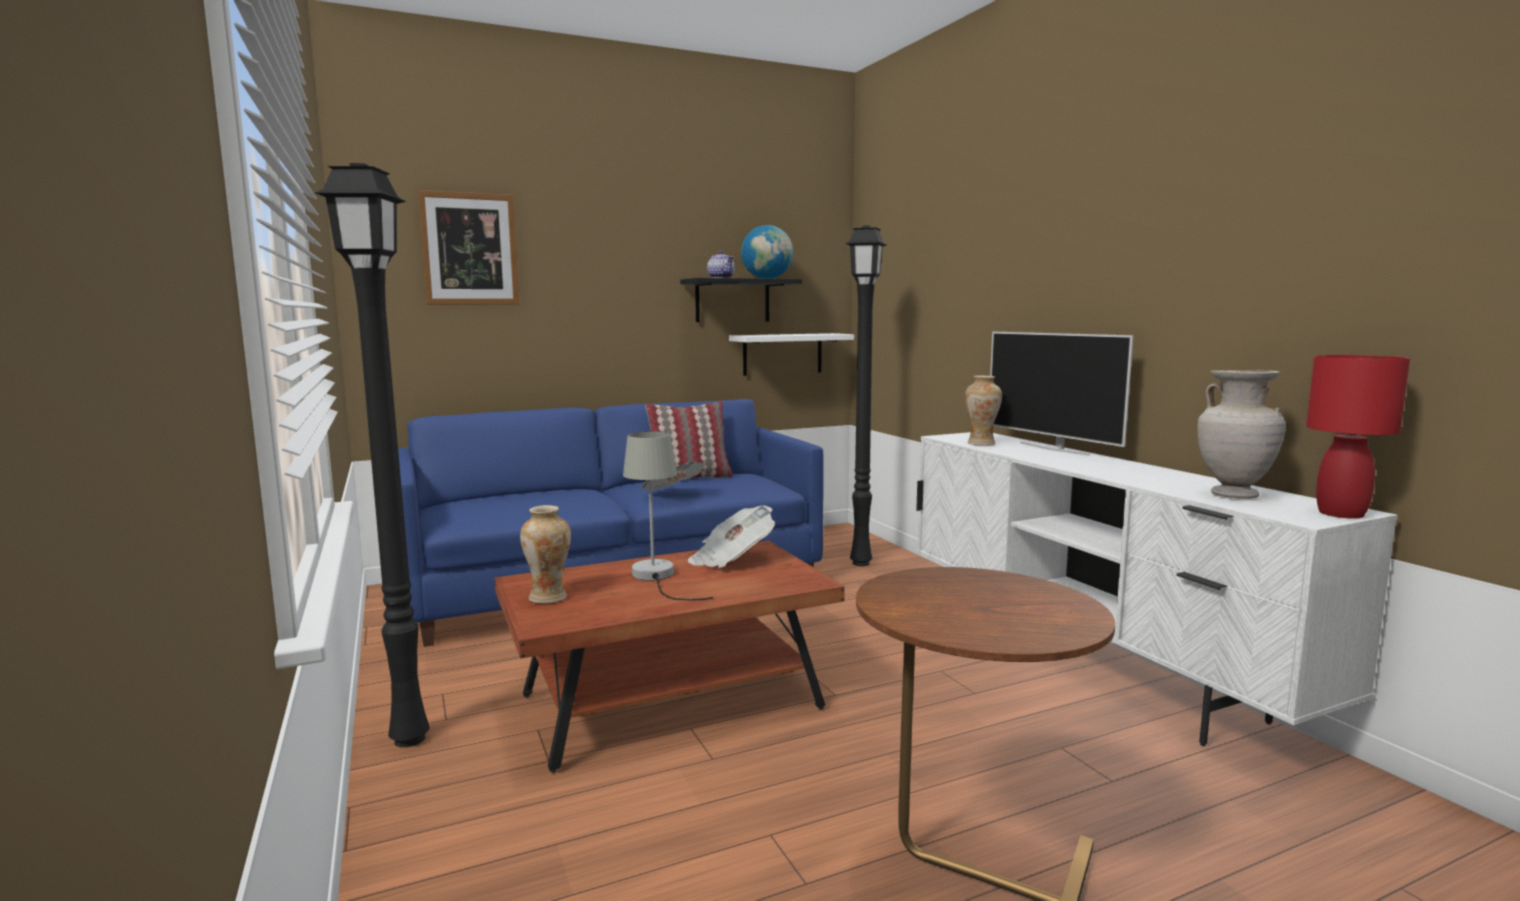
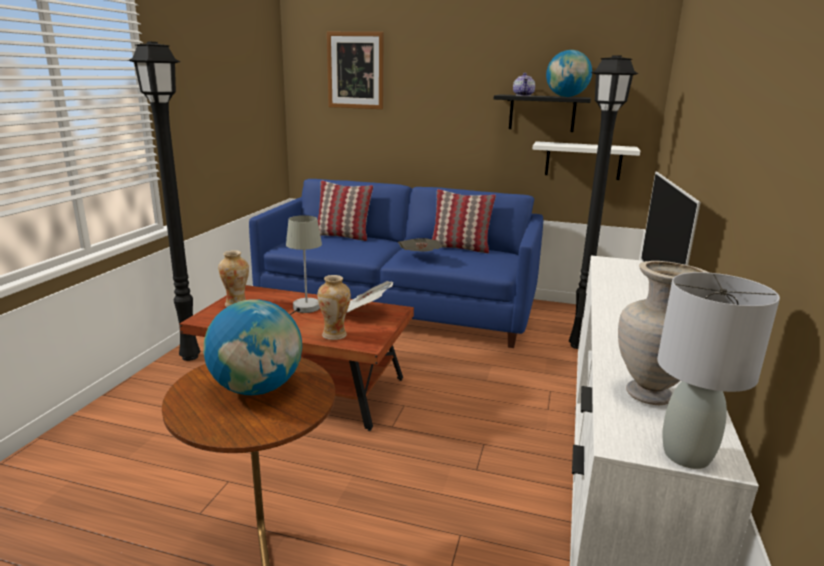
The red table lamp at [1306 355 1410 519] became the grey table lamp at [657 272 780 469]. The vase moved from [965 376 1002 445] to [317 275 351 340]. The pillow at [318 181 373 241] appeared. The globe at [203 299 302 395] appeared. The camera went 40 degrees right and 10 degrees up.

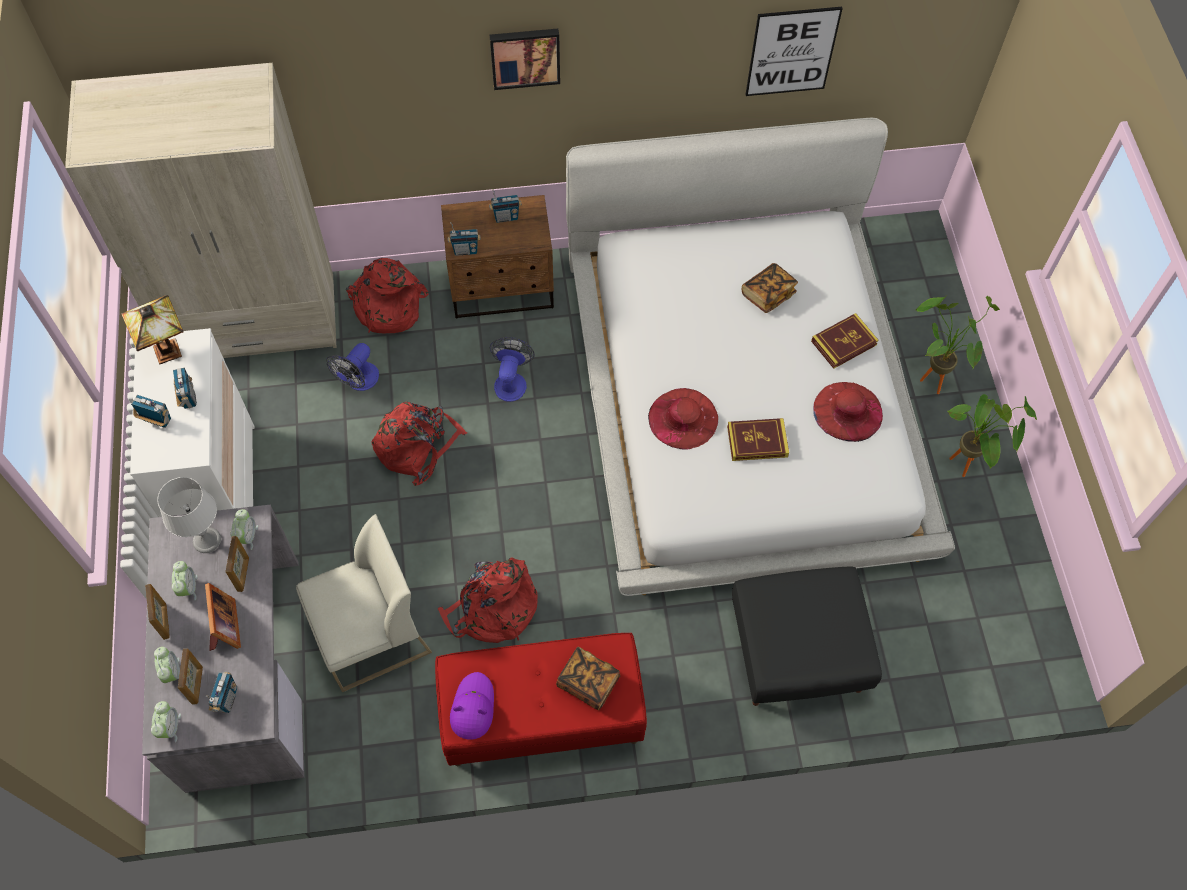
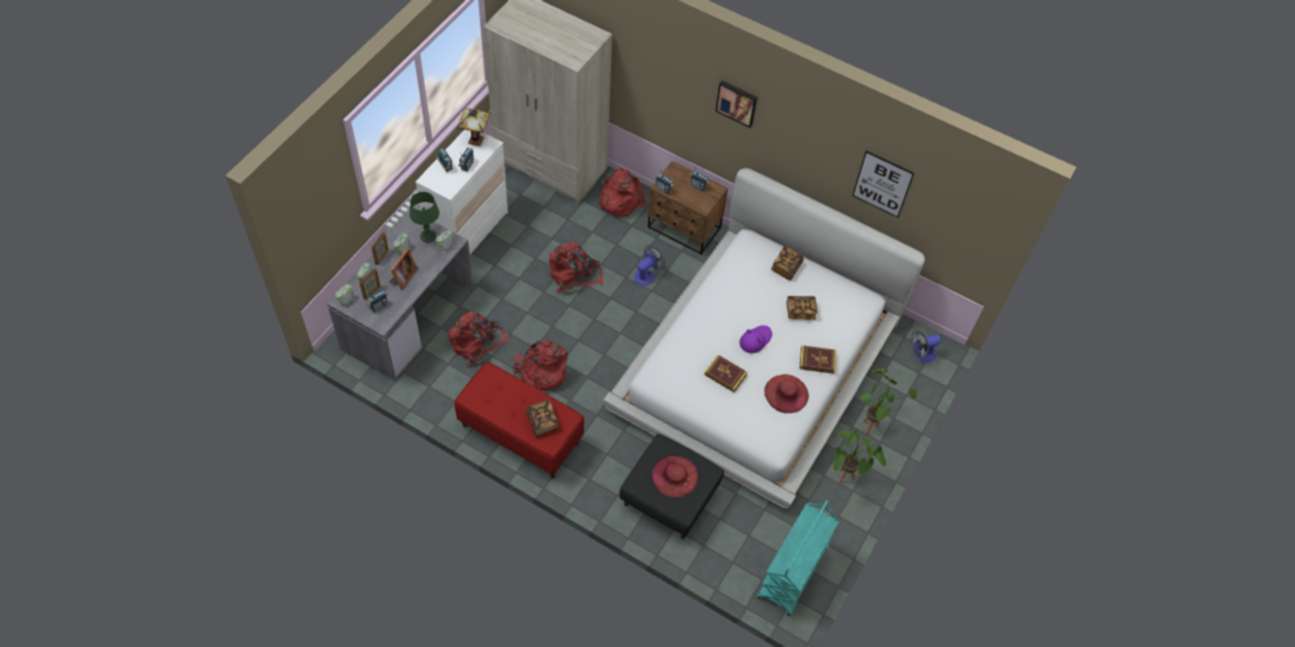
The fan moved from [326 343 379 391] to [911 331 941 363]. The red hat moved from [648 388 718 450] to [652 456 698 498]. The grey table lamp at [157 477 221 553] became the green table lamp at [409 192 439 243]. The white chair at [296 514 432 692] was replaced by the red backpack at [448 311 509 365]. The picture frame at [225 536 249 592] disappeared. The purple hat moved from [450 672 494 740] to [739 325 772 353]. The book at [771 247 804 280] appeared. The turquoise cart at [757 500 839 616] appeared. The camera went 35 degrees right and 5 degrees down.

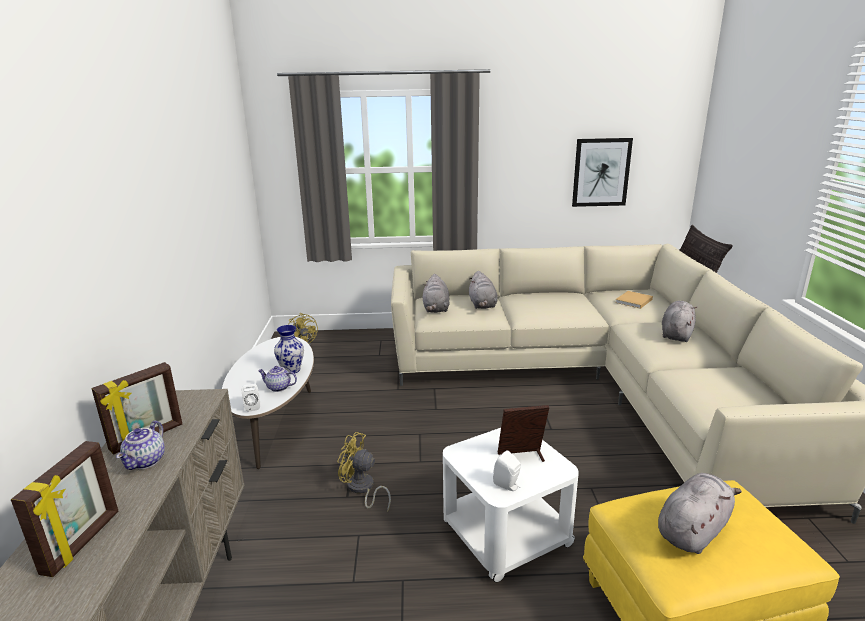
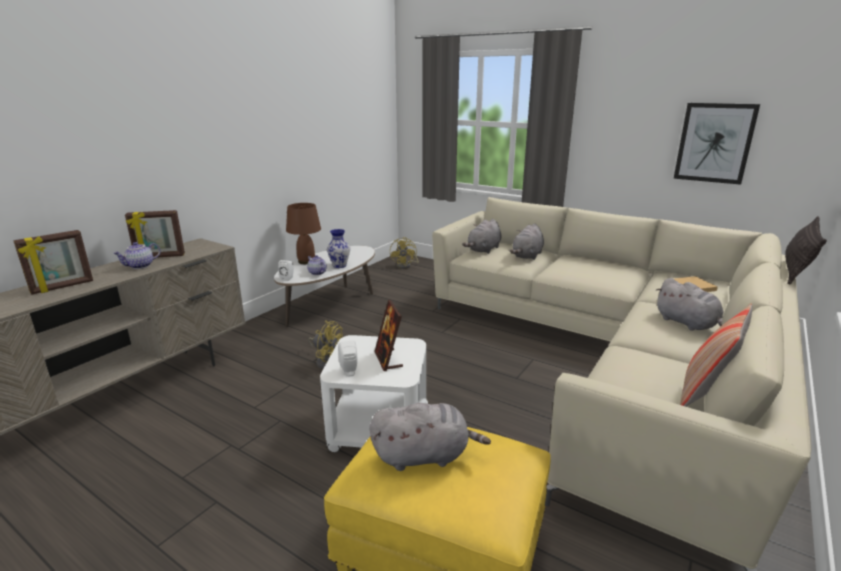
The grey plush toy at [662 301 697 342] turned 90 degrees clockwise. The picture frame at [498 405 549 462] turned 135 degrees counterclockwise. The yellow fan at [337 432 391 512] turned 150 degrees clockwise. The brown table lamp at [286 203 321 264] appeared. The pillow at [680 303 753 407] appeared. The camera went 35 degrees right and 0 degrees up.

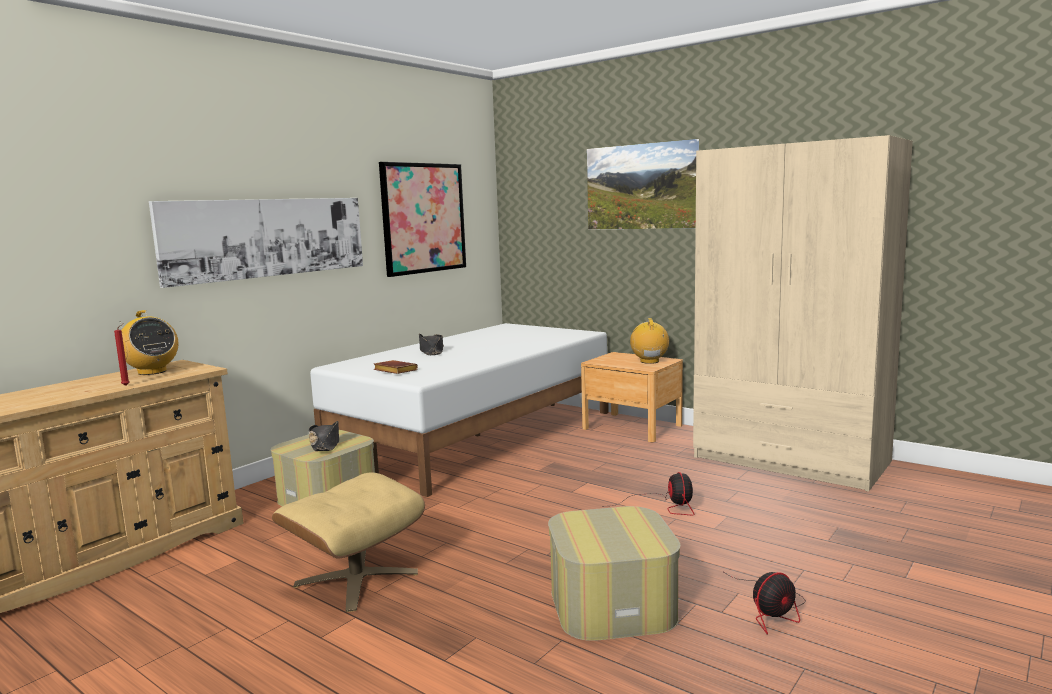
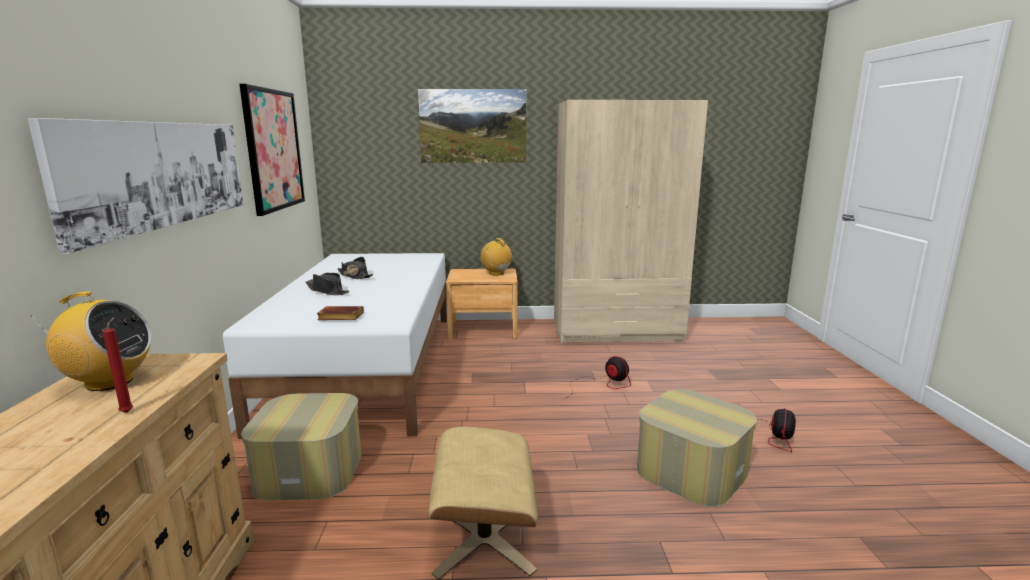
The black hat moved from [309 421 339 451] to [338 257 373 279]. The camera went 40 degrees left and 5 degrees up.

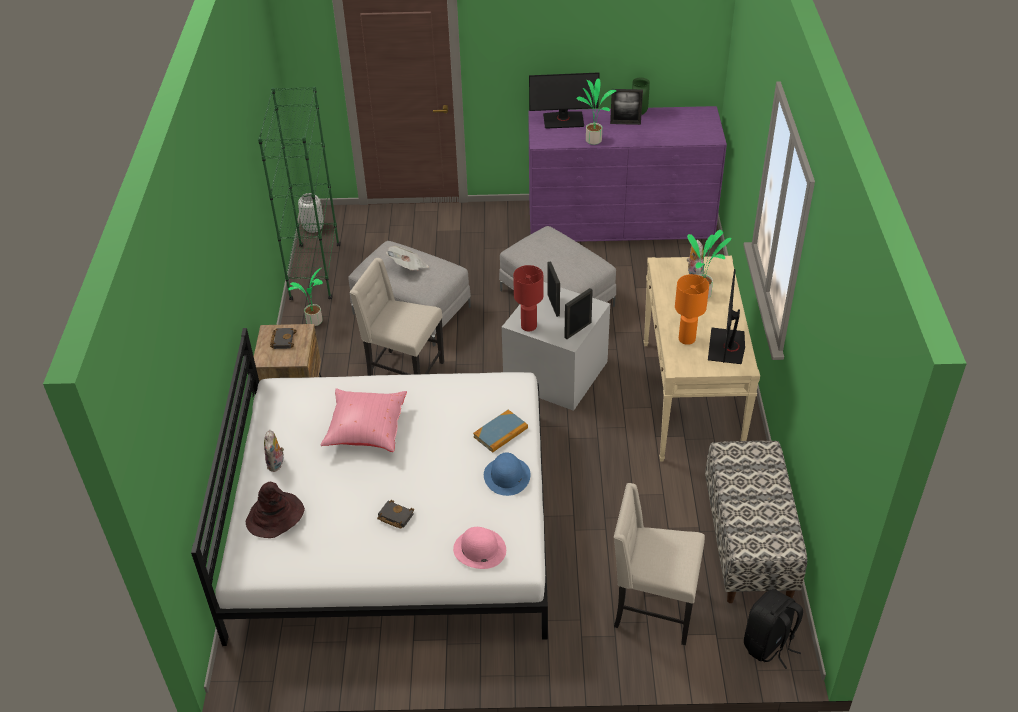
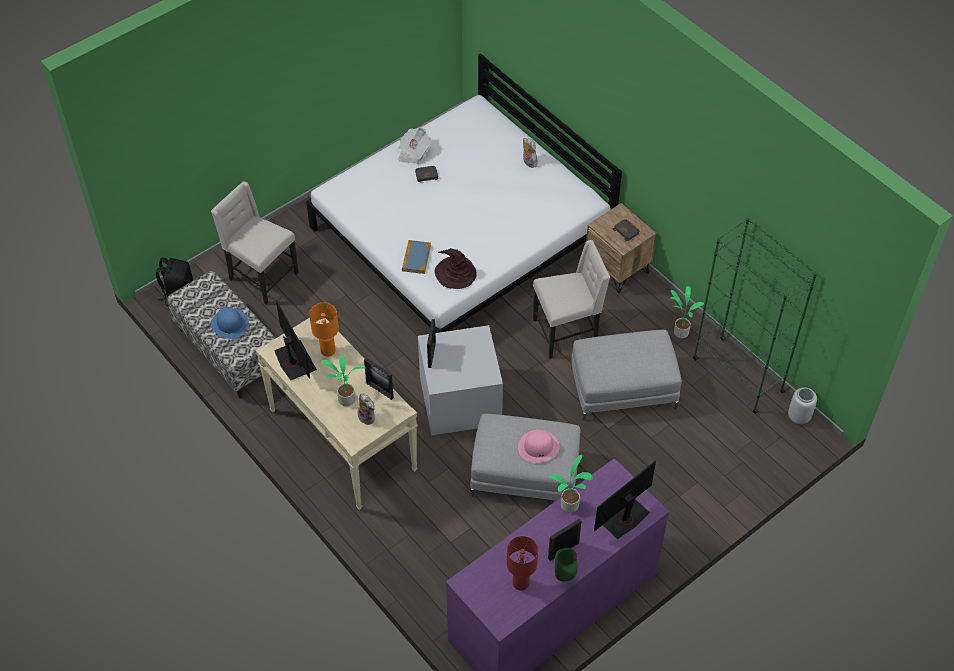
The newspaper moved from [386 246 429 270] to [398 127 431 164]. The picture frame moved from [548 261 560 317] to [364 358 394 400]. The red table lamp moved from [513 265 543 331] to [507 536 538 591]. The pink pillow at [320 388 407 452] disappeared. The blue hat moved from [484 452 531 496] to [211 307 249 339]. The brown hat moved from [246 482 305 538] to [435 248 477 289]. The beige chair at [614 483 705 645] turned 120 degrees counterclockwise. The pink hat moved from [453 527 506 569] to [518 430 560 463]. The camera went 140 degrees right and 10 degrees up.

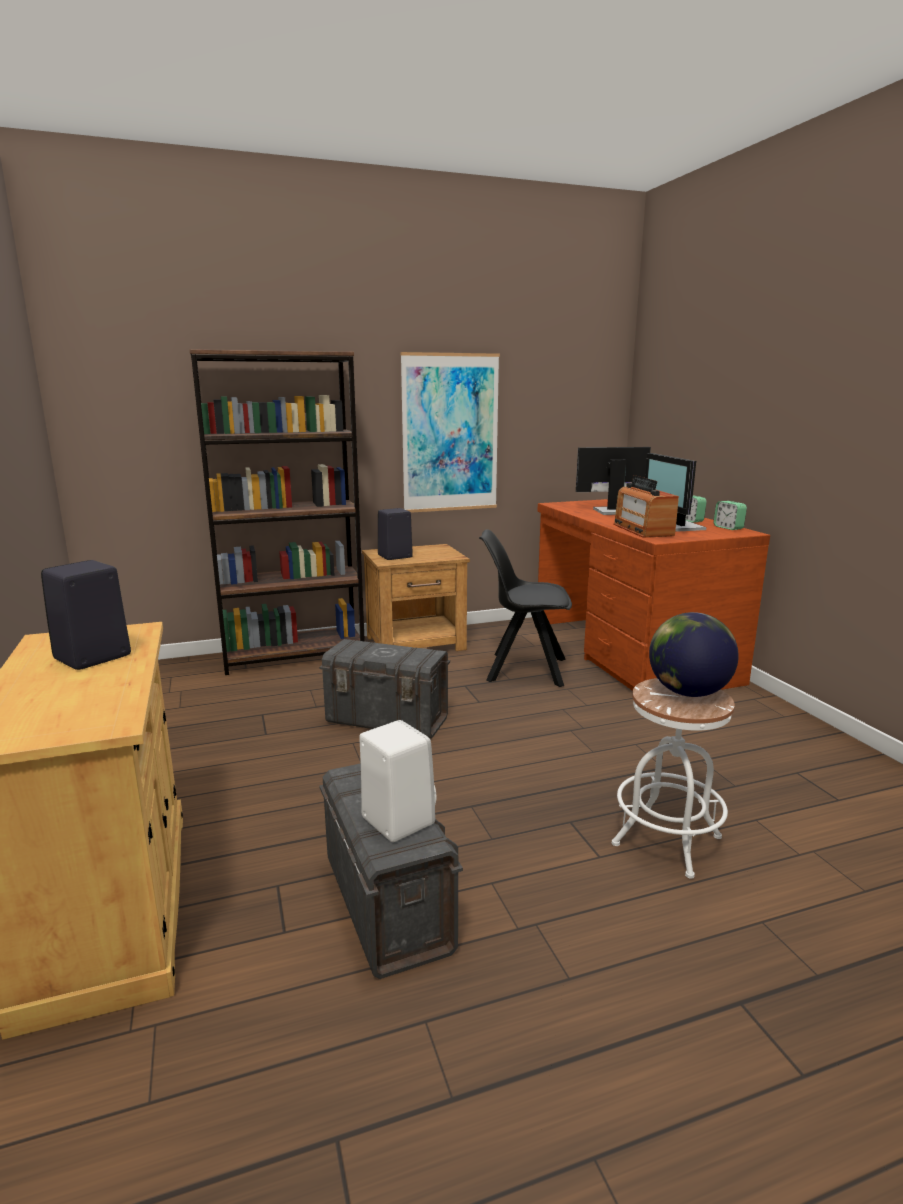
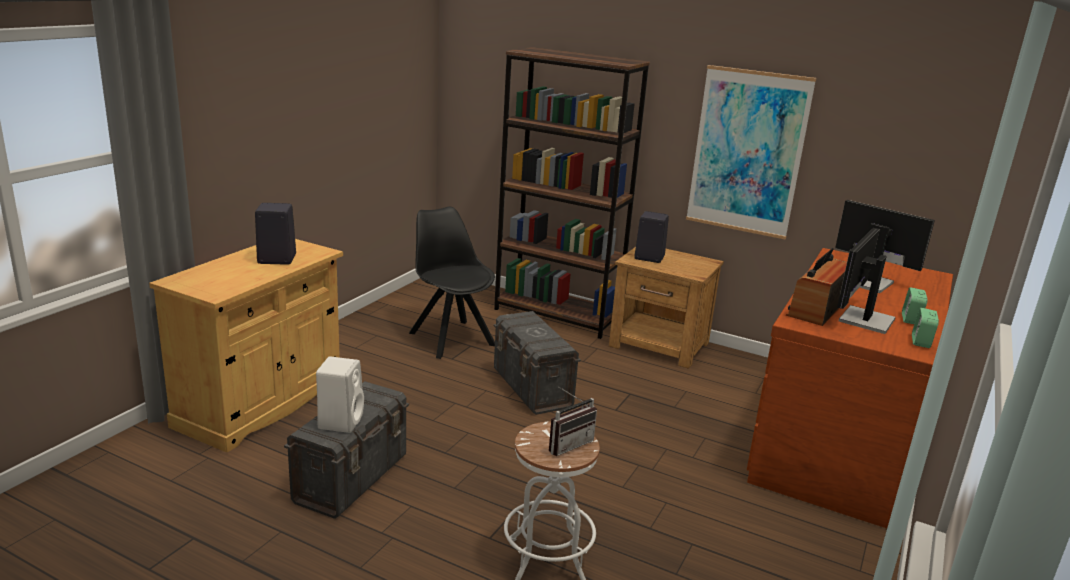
The black chair moved from [479 529 572 687] to [409 207 495 359]. The globe at [649 612 739 697] was replaced by the radio at [549 387 597 456]. The camera went 45 degrees right and 5 degrees up.

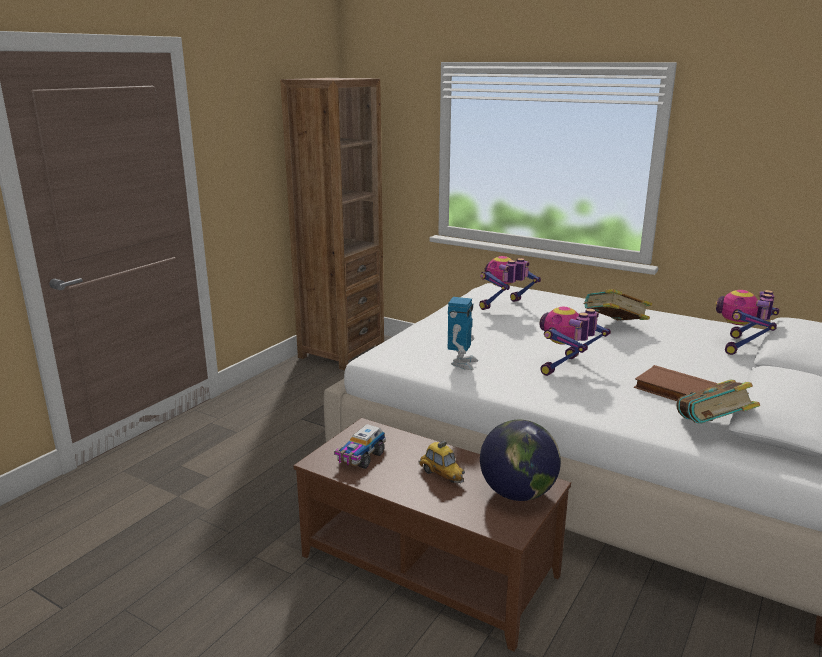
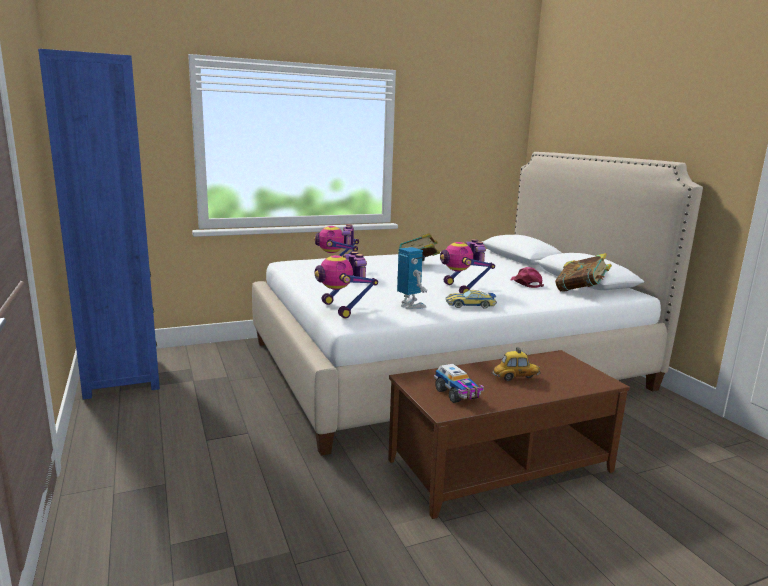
The brown bookcase at [280 78 384 370] became the blue bookcase at [38 49 160 399]. The toy robot moved from [715 290 779 355] to [314 251 378 319]. The brown book at [634 365 718 401] was replaced by the pink cap at [510 267 544 288]. The globe at [480 420 561 501] disappeared. The toy car at [446 290 497 309] appeared. The camera went 55 degrees left and 5 degrees down.

